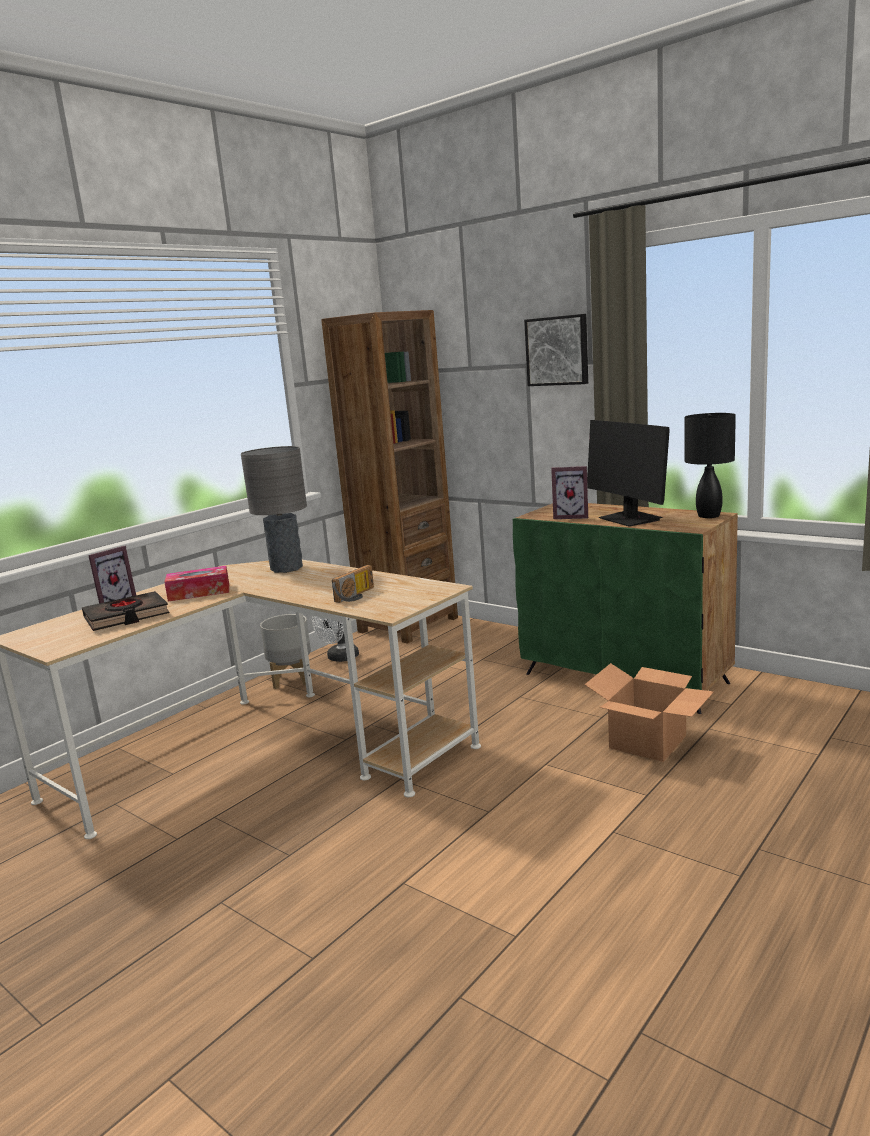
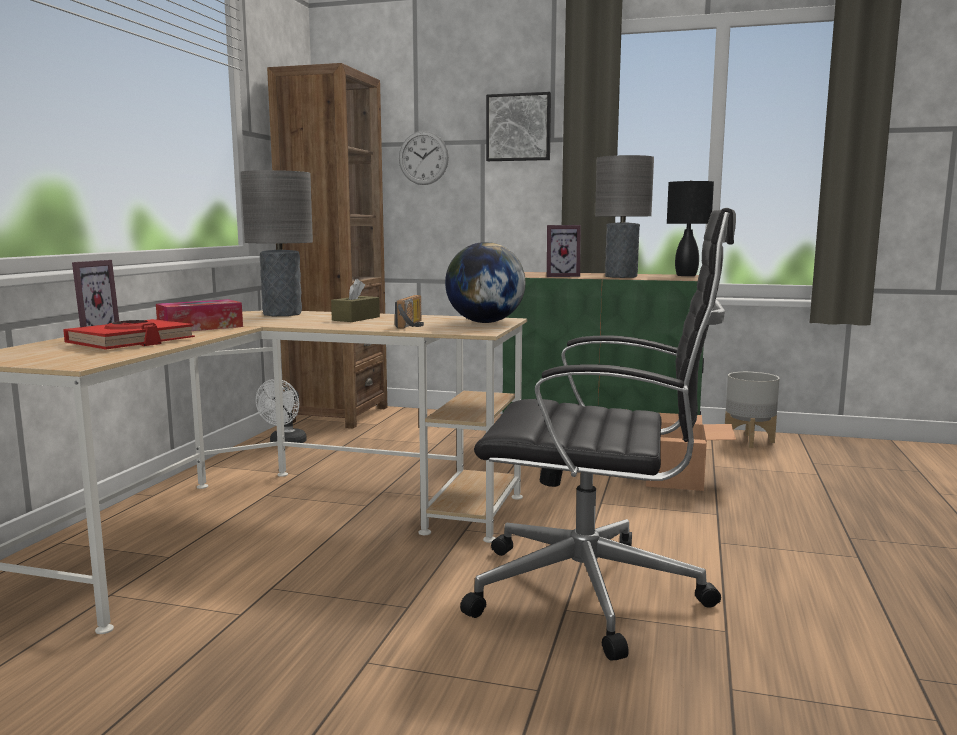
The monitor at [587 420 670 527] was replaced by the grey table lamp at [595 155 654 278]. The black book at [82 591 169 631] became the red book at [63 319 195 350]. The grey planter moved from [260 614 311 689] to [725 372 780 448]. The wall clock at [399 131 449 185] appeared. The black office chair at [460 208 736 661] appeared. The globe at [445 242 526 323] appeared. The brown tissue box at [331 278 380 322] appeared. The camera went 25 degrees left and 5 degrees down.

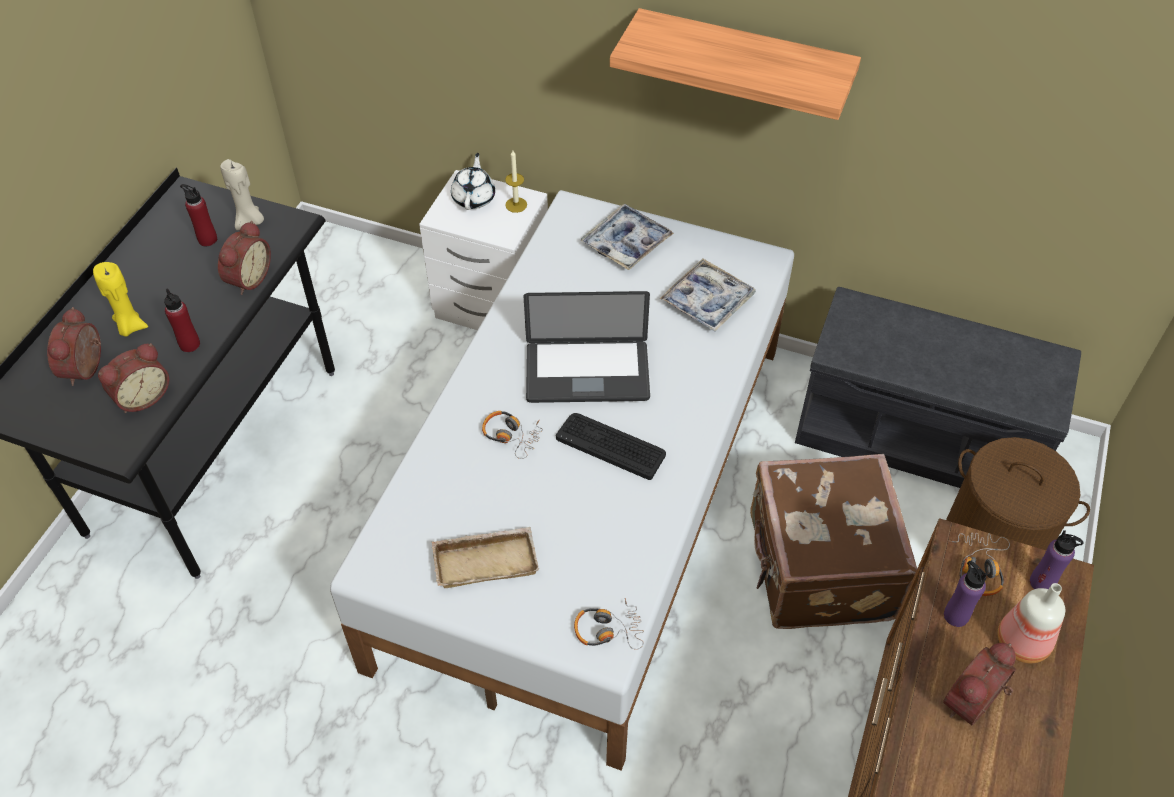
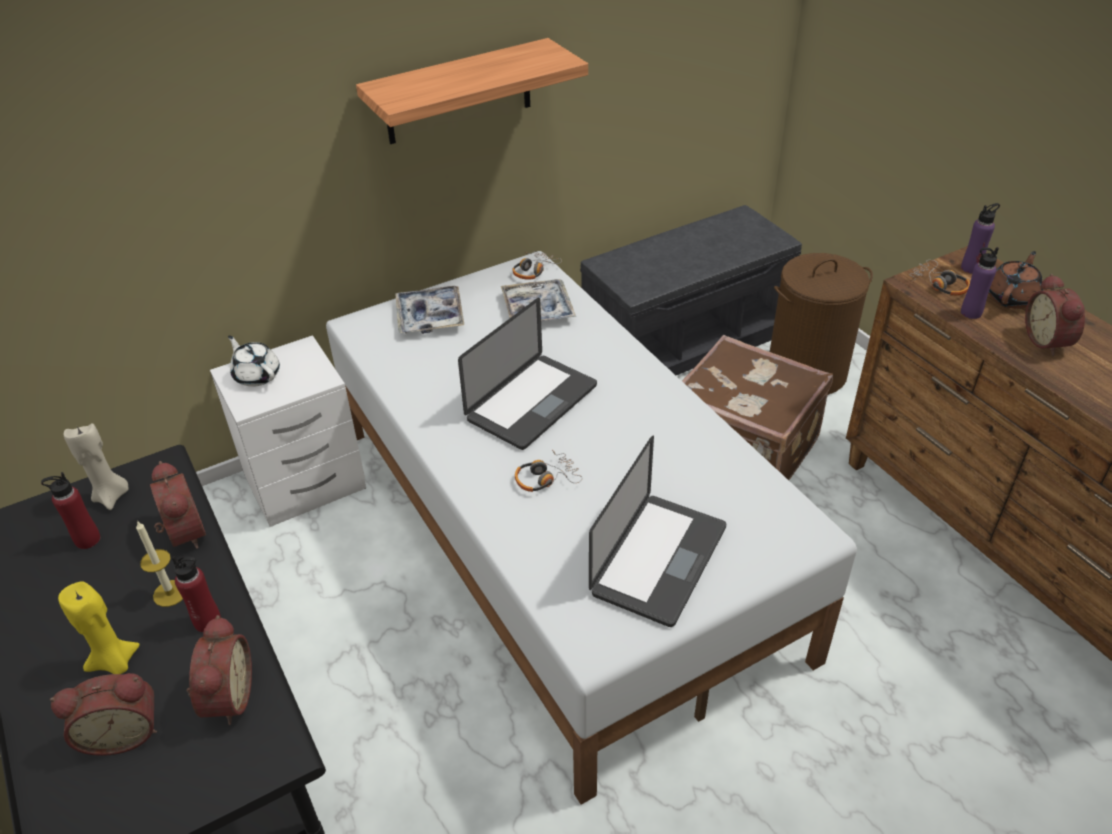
The candle moved from [505 150 527 213] to [136 521 183 607]. The alarm clock at [47 307 101 386] turned 60 degrees counterclockwise. The keyboard at [556 413 666 480] disappeared. The beige tray at [432 527 539 588] was replaced by the laptop at [589 436 726 627]. The bottle at [998 583 1065 663] was replaced by the brown teapot at [988 251 1044 309]. The headphones moved from [574 598 644 650] to [512 251 562 280]. The camera went 50 degrees left and 10 degrees down.

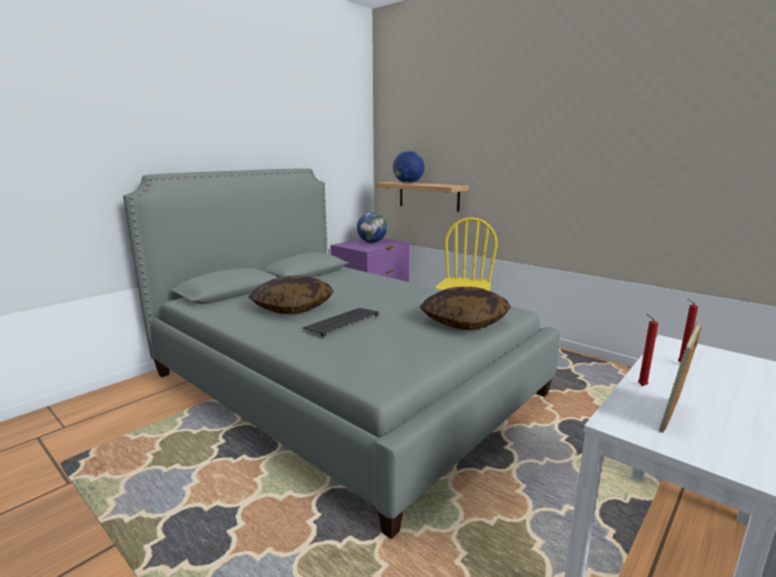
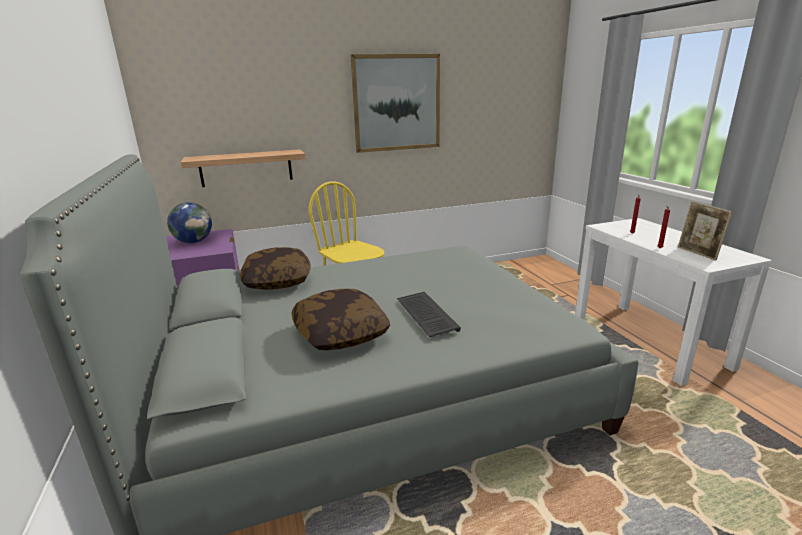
The globe at [393 150 425 183] disappeared. The pillow moved from [420 287 511 330] to [240 247 310 290]. The picture at [351 54 440 153] appeared. The camera went 60 degrees left and 5 degrees up.

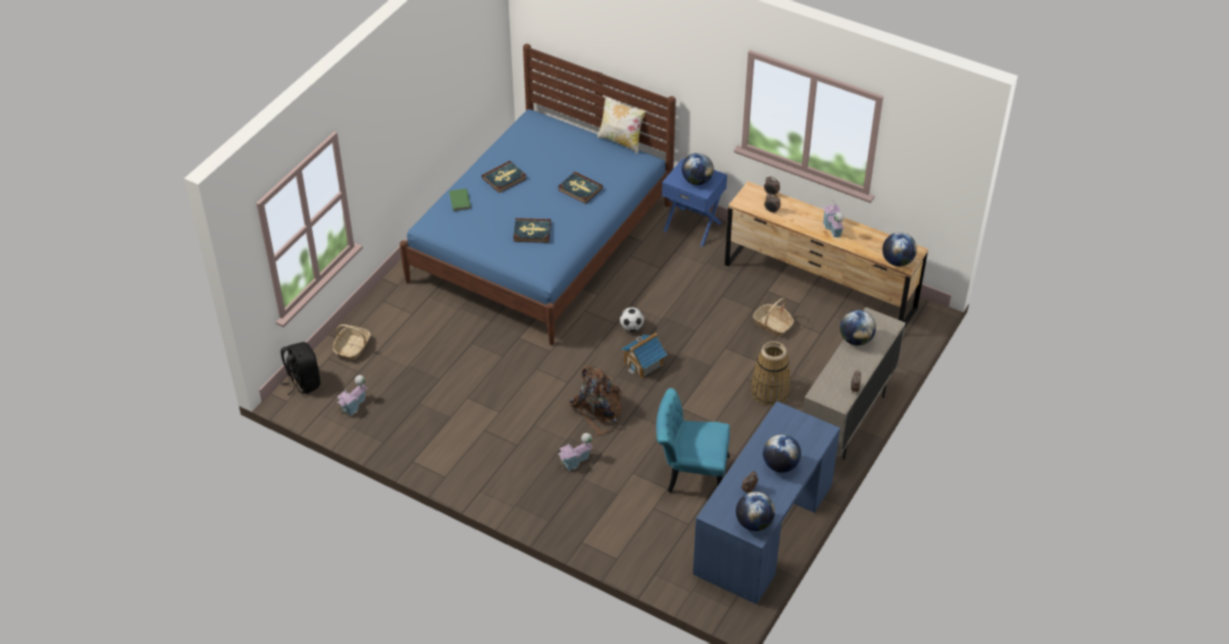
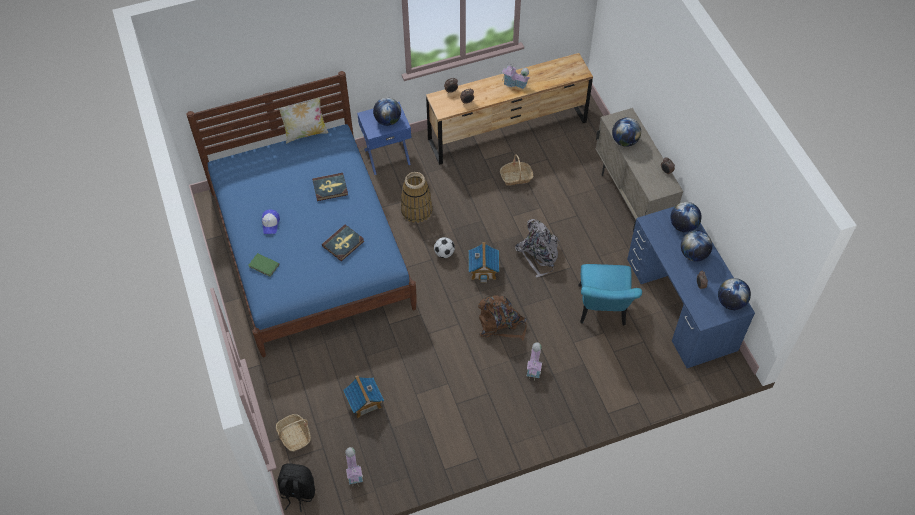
The book at [482 161 527 193] was replaced by the cap at [262 210 280 234]. The globe moved from [882 232 917 266] to [670 202 702 232]. The basket moved from [751 341 790 406] to [401 172 433 223]. The turquoise chair at [656 388 730 493] turned 45 degrees counterclockwise. The grey backpack at [515 219 559 278] appeared. The toy house at [343 376 384 418] appeared. The camera went 50 degrees left and 10 degrees up.

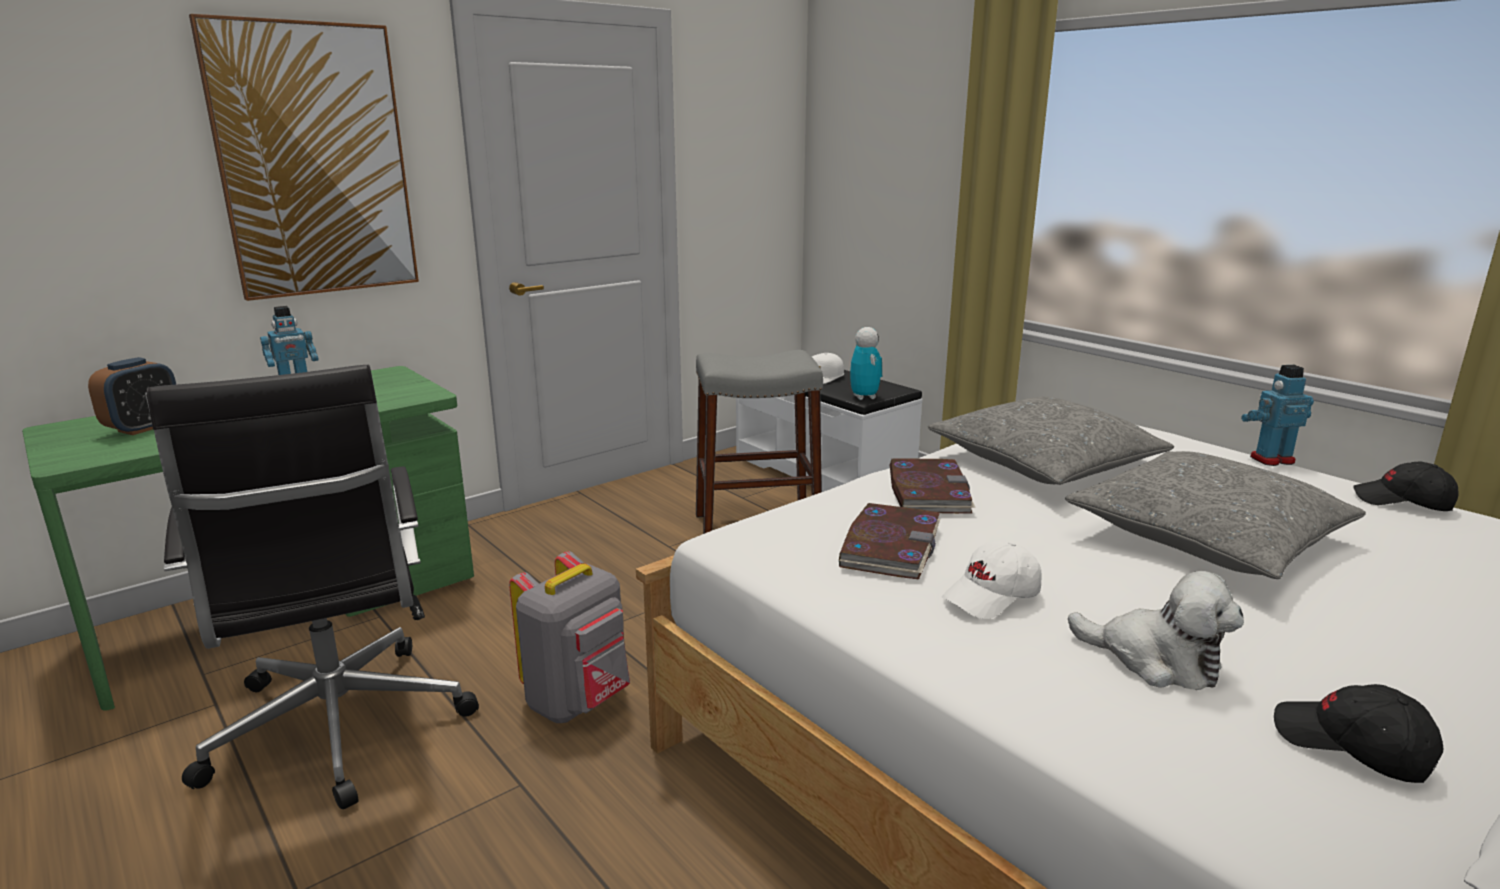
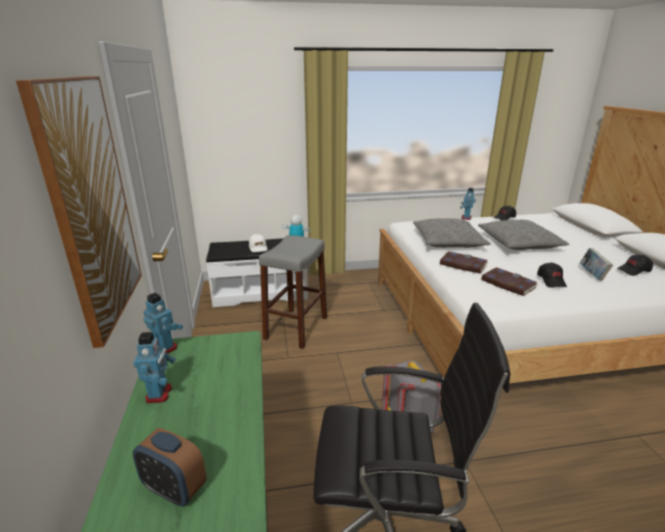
The alarm clock at [88 357 176 435] turned 150 degrees clockwise. The white cap at [942 541 1041 619] became the black cap at [537 262 567 288]. The plush toy at [1068 571 1244 690] was replaced by the book at [580 248 613 280]. The toy robot at [143 293 183 353] appeared. The camera went 60 degrees left and 5 degrees up.

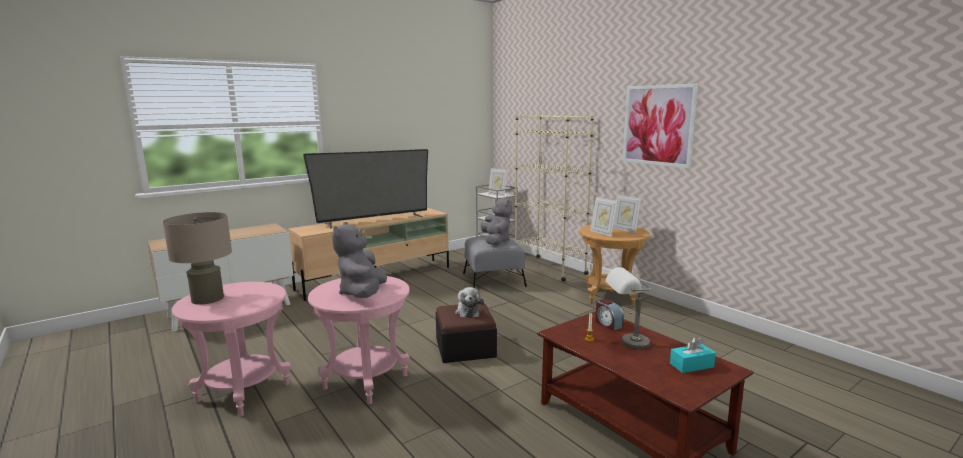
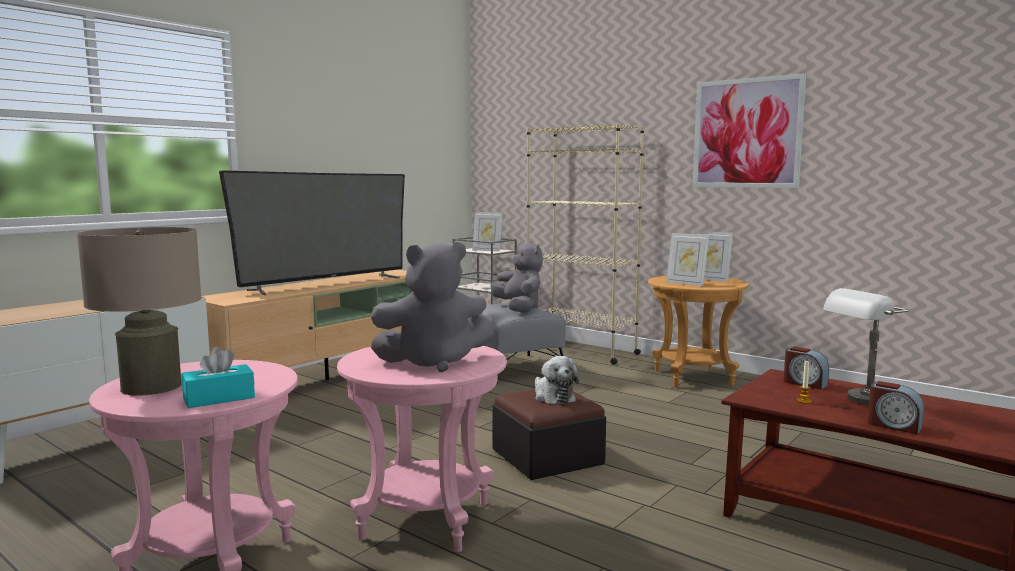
The grey plush toy at [332 222 387 298] turned 90 degrees counterclockwise. The turquoise tissue box moved from [670 337 716 373] to [181 347 255 408]. The alarm clock at [867 381 924 434] appeared. The camera went 15 degrees left and 5 degrees down.

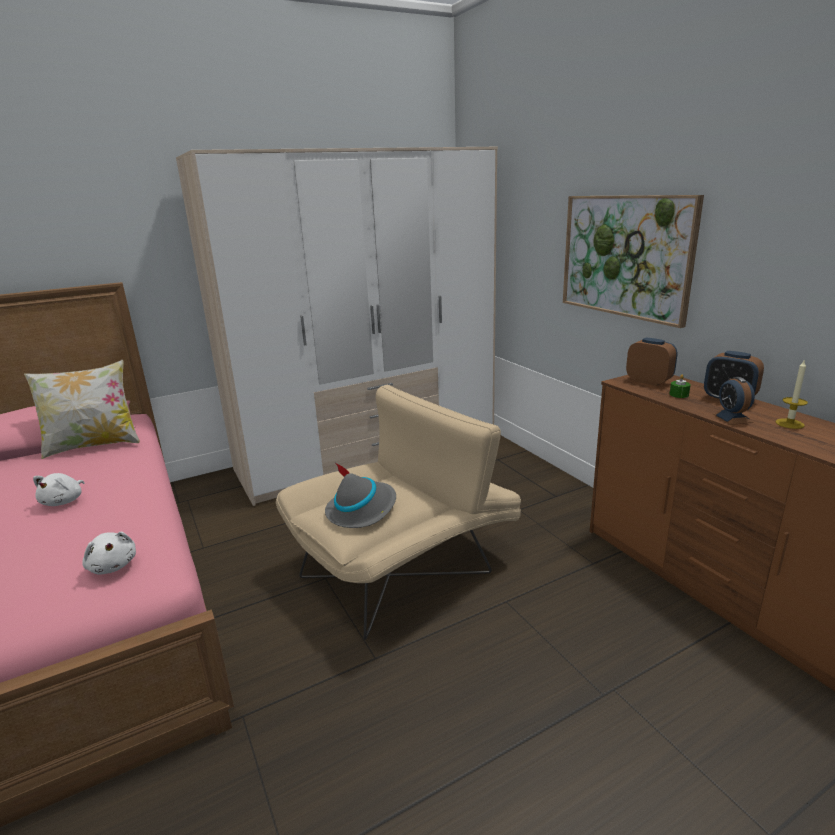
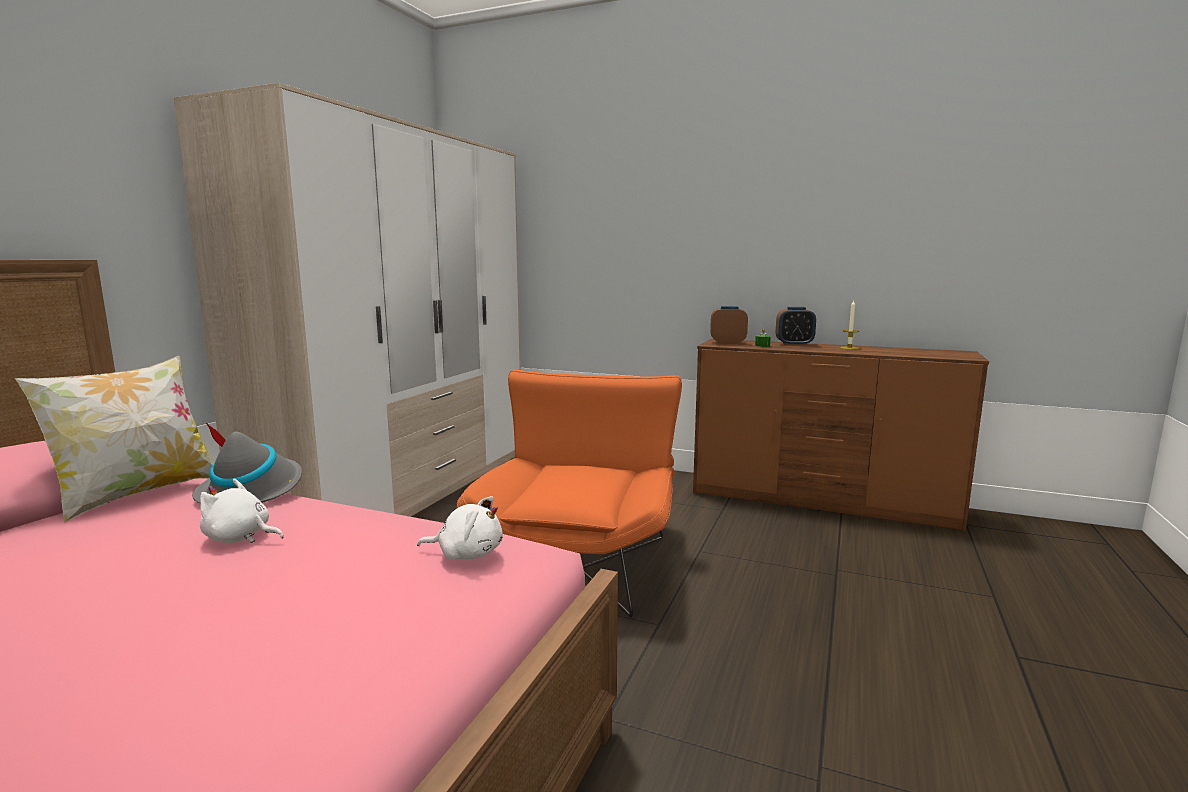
The picture at [563 195 704 328] disappeared. The alarm clock at [712 377 755 425] disappeared. The beige armchair at [276 385 521 640] became the orange armchair at [457 370 682 617]. The grey hat moved from [325 463 396 528] to [192 423 302 503]. The white plush toy at [33 473 85 506] turned 135 degrees clockwise. The camera went 40 degrees left and 10 degrees down.

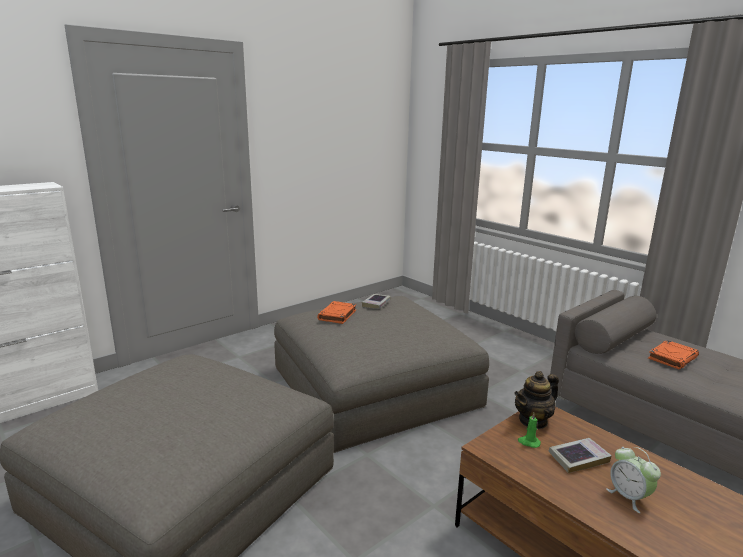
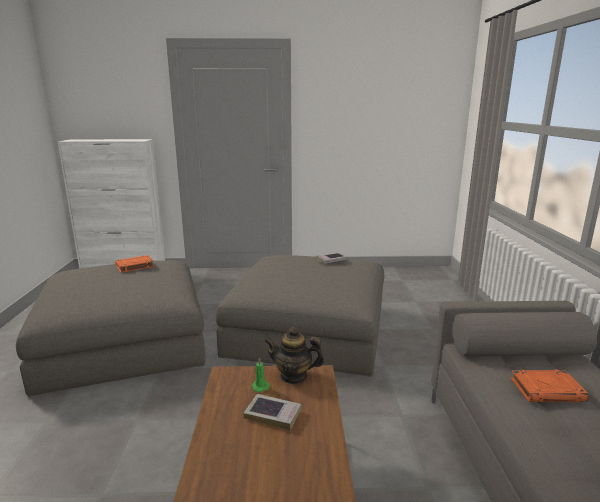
The orange book moved from [317 301 356 324] to [115 255 154 273]. The alarm clock at [606 447 661 513] disappeared. The camera went 40 degrees right and 0 degrees up.

